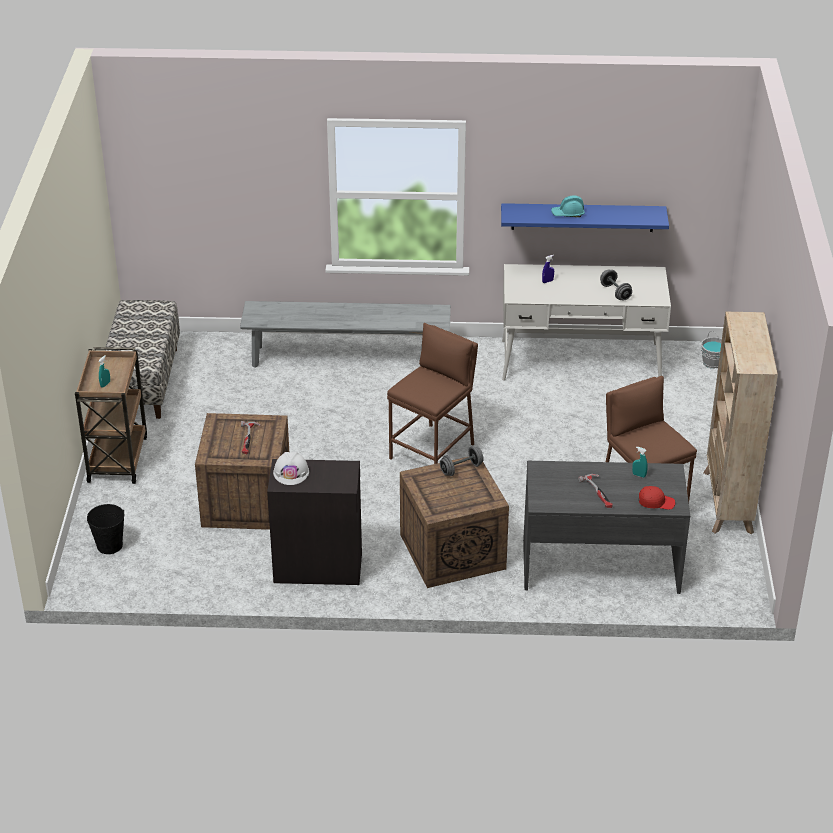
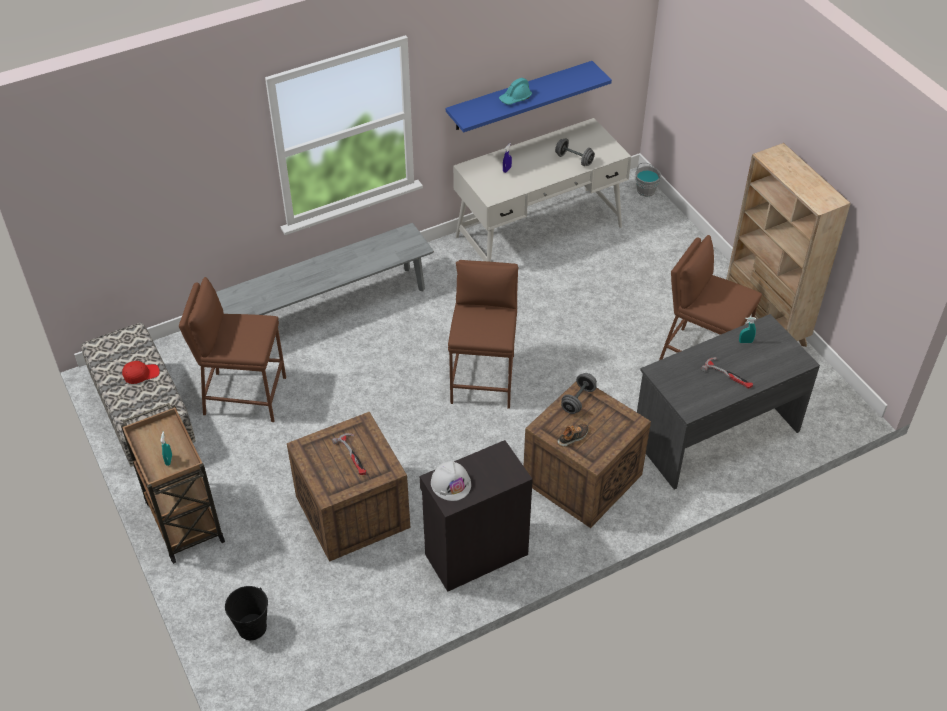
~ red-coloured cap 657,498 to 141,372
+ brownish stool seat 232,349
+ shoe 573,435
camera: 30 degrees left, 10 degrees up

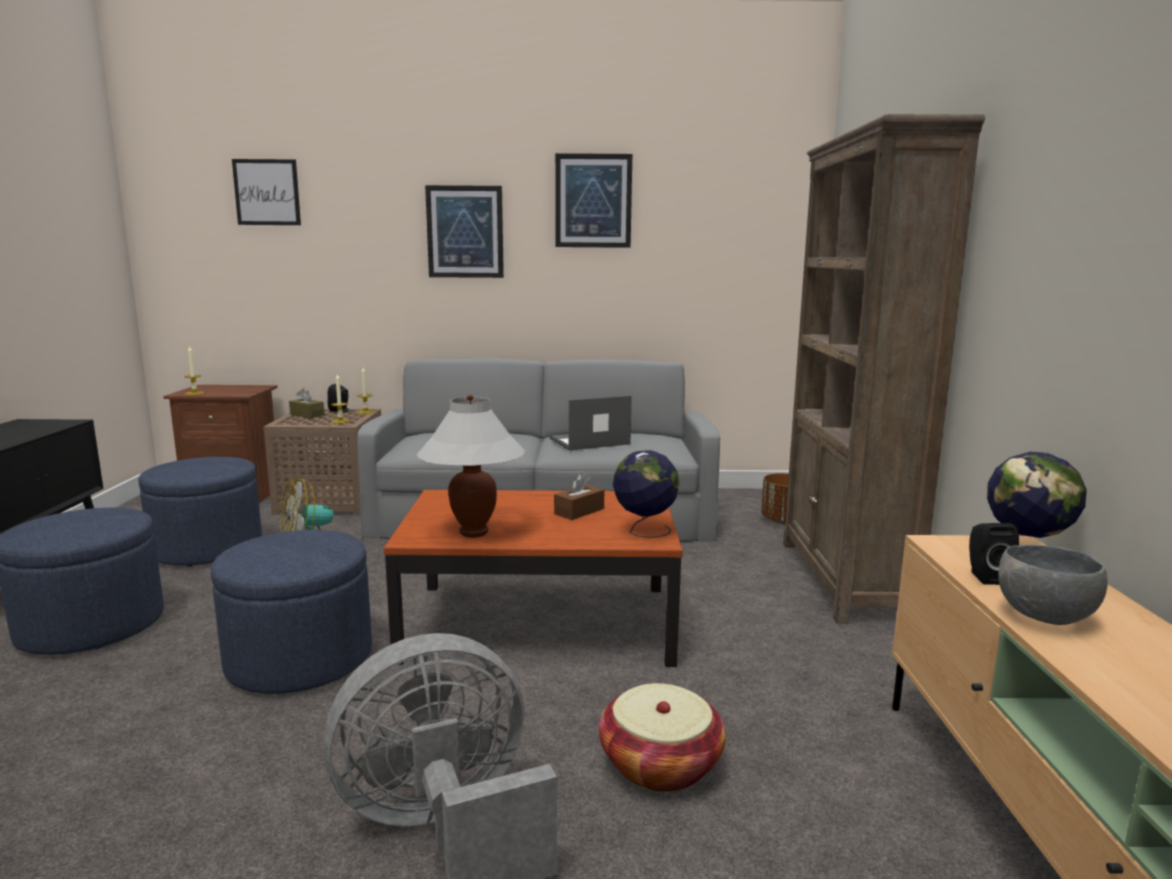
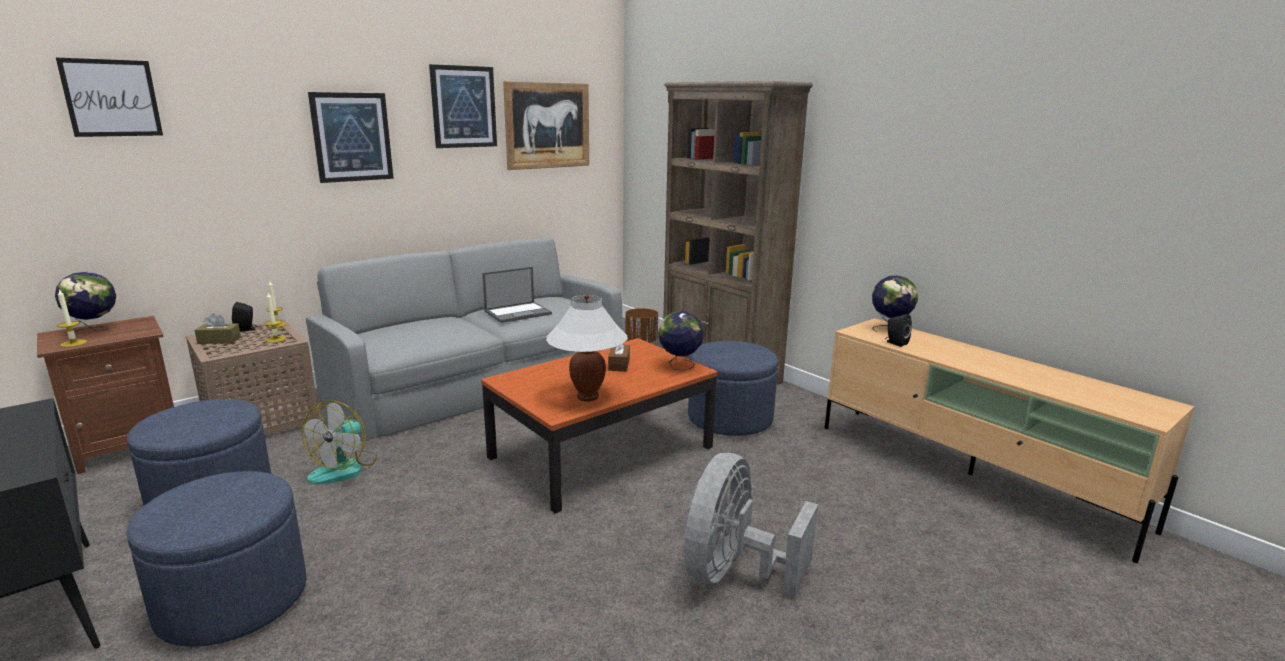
~ blue footrest 291,612 to 733,388
~ laptop 591,422 = 517,295 150 degrees counterclockwise
- storage basket 662,737
- grey deep dish 1053,585
+ desk globe 85,302
+ picture 546,125
camera: 40 degrees left, 5 degrees up

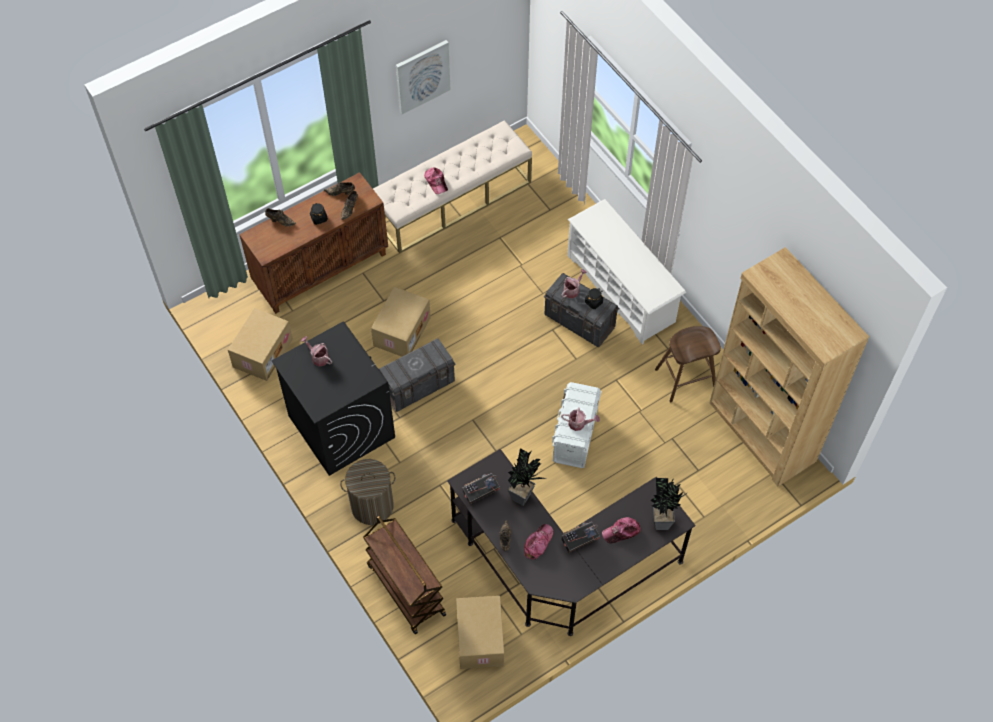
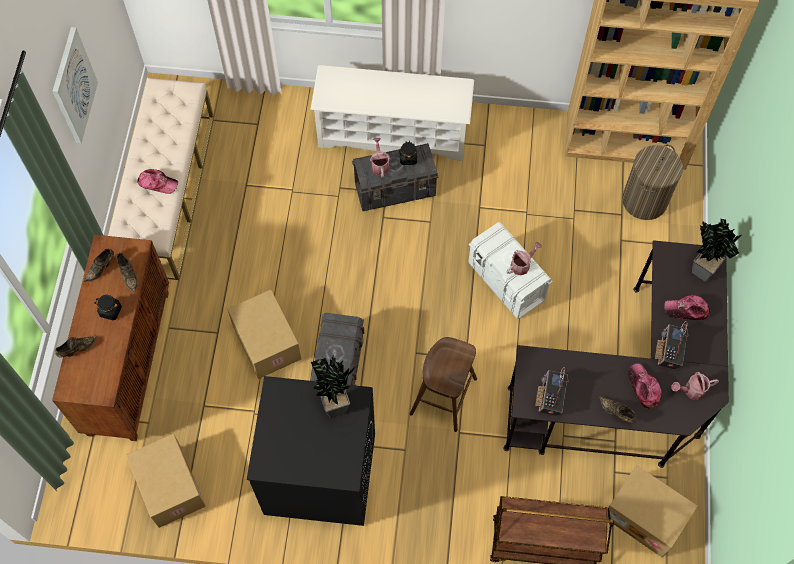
~ watering can 316,351 to 695,386
~ laundry basket 367,492 to 652,182
~ houseplant 527,477 to 333,386
~ cap 621,530 = 687,307 75 degrees clockwise
~ brownish stool seat 688,364 to 443,384
camera: 50 degrees left, 5 degrees up

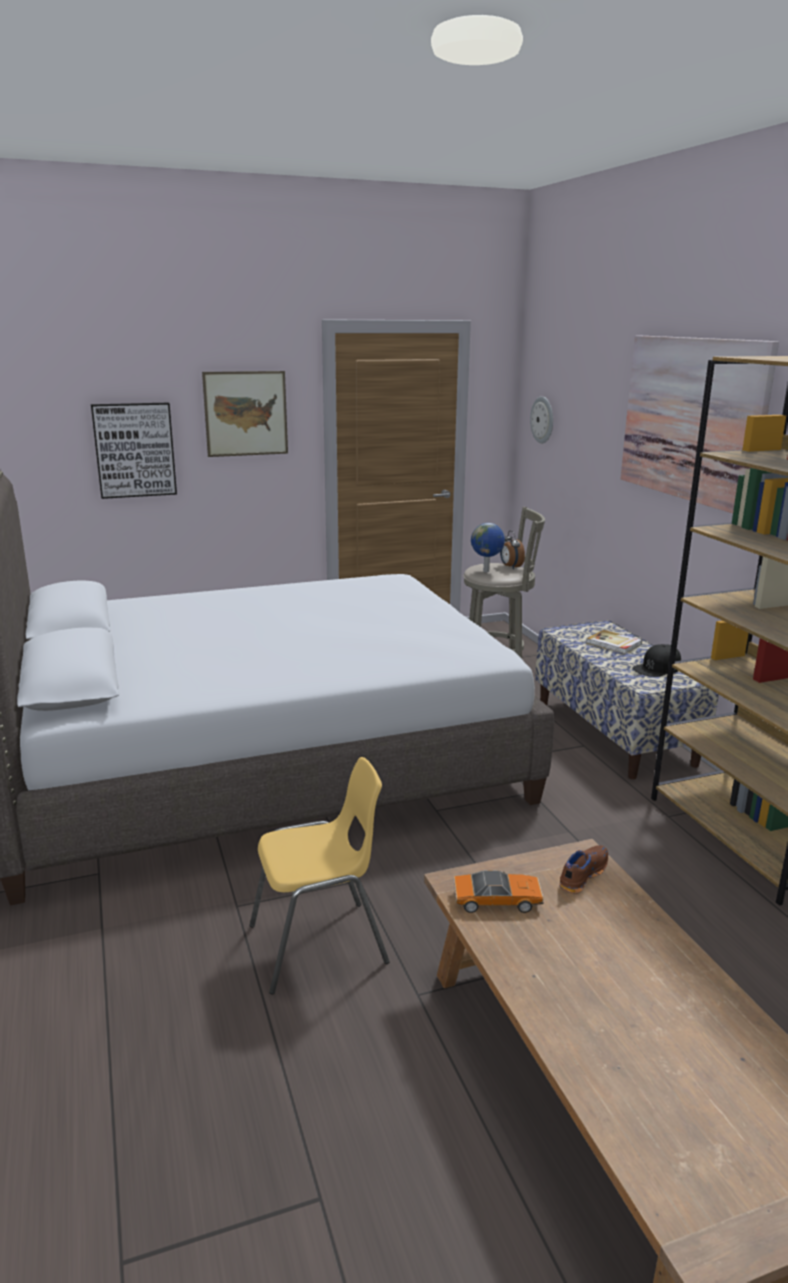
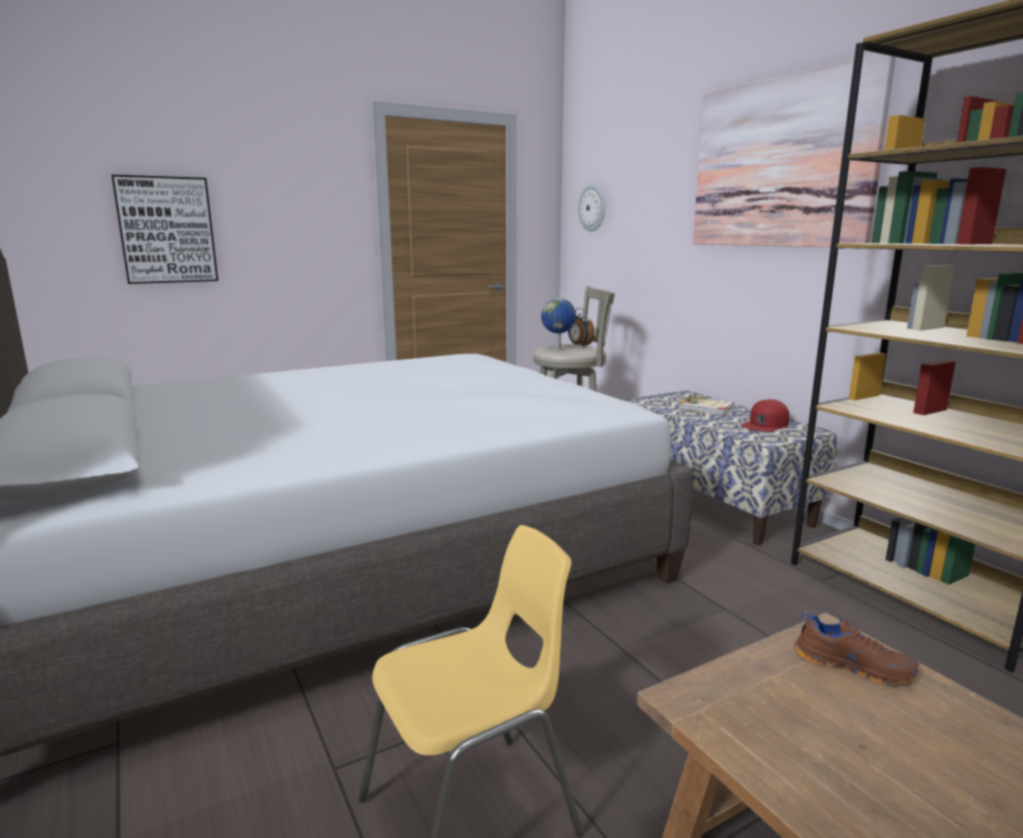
- picture 245,414
- model car 498,892
~ brownish shoe 583,869 = 857,648 90 degrees clockwise
~ black cap 657,660 to red-coloured cap 765,415
camera: 10 degrees left, 5 degrees down

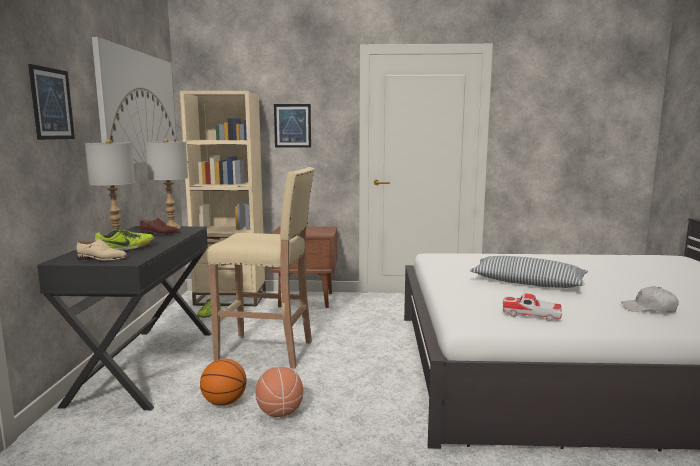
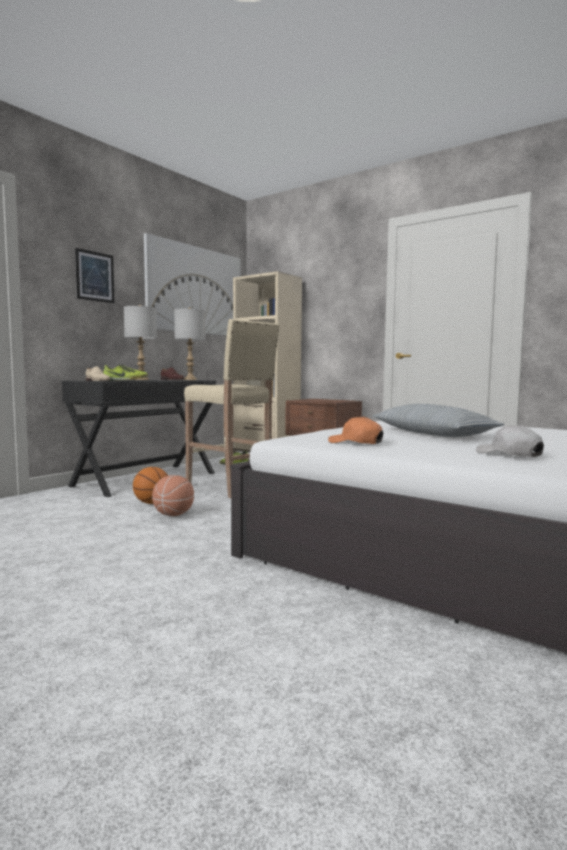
- picture 292,126
~ model car 532,307 to orangey cap 355,430
camera: 35 degrees right, 5 degrees down

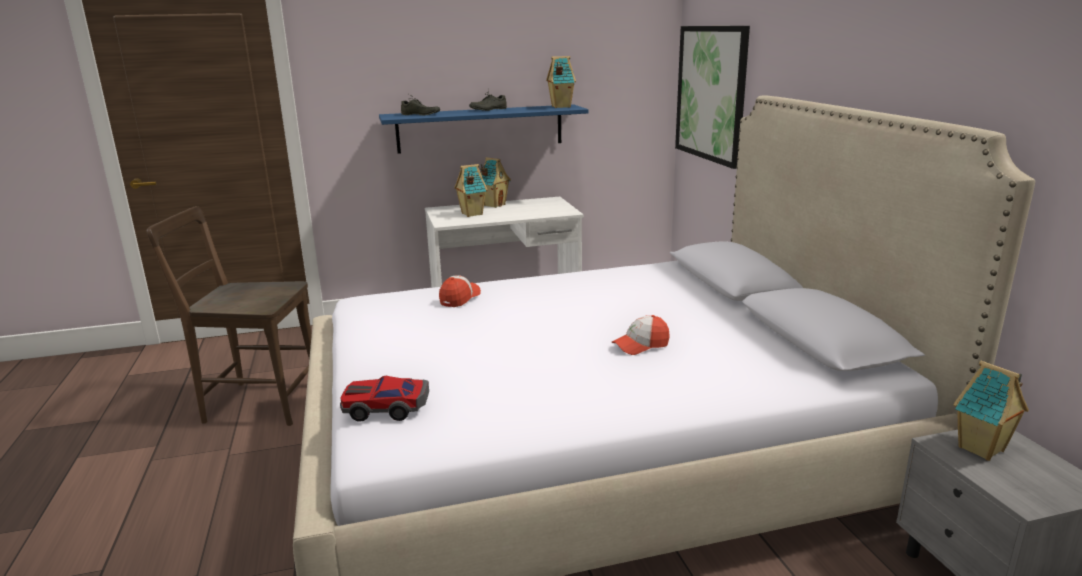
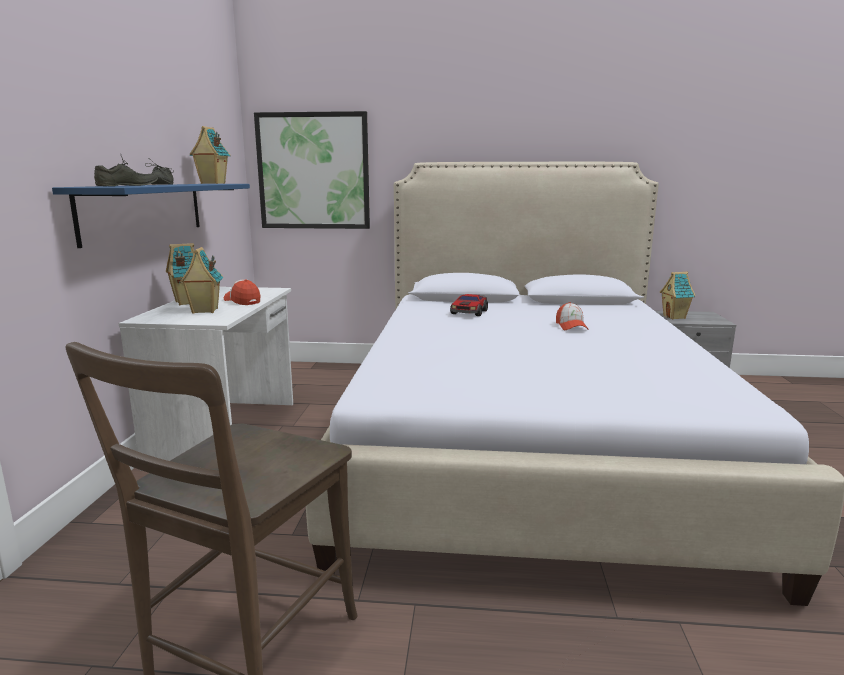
~ model car 384,399 to 469,305
~ cap 460,291 to 242,292
camera: 70 degrees left, 5 degrees down

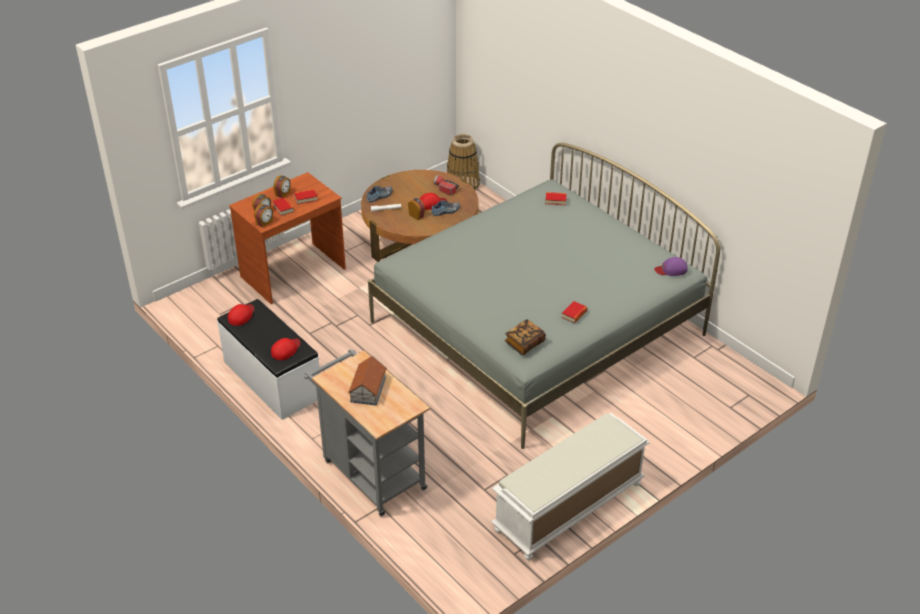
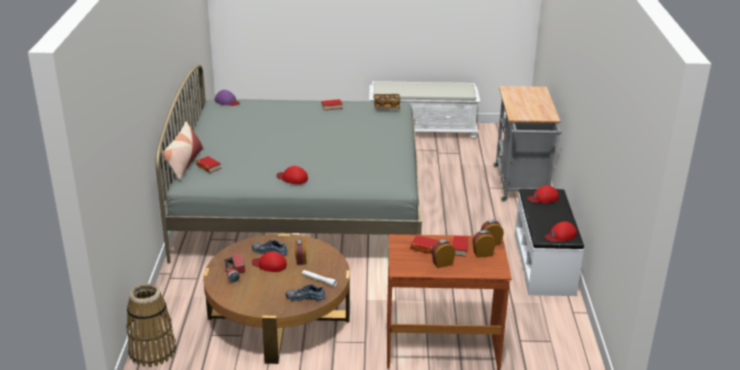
- model house 367,381
+ pillow 182,151
+ red-coloured cap 292,175
camera: 140 degrees left, 10 degrees down

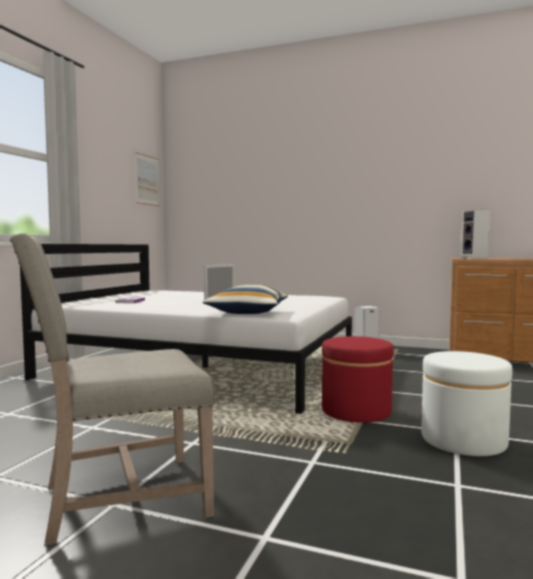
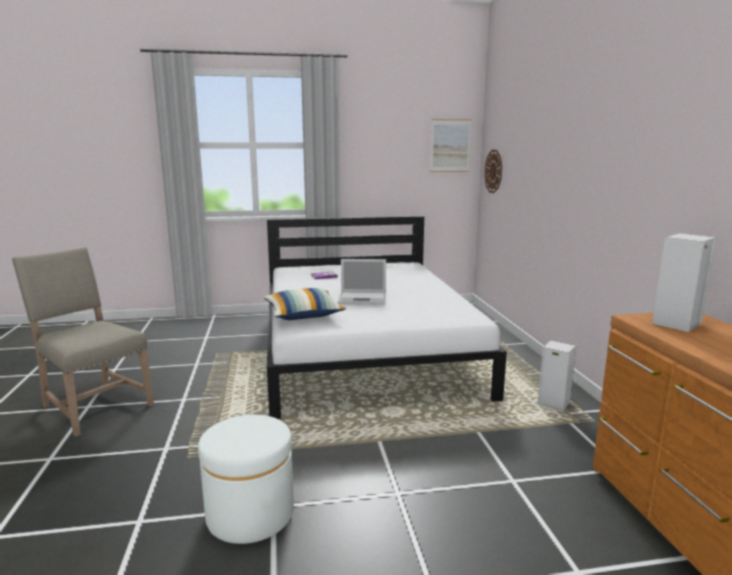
- red-coloured footrest 358,379
+ hanging clock 493,171
camera: 60 degrees right, 10 degrees up

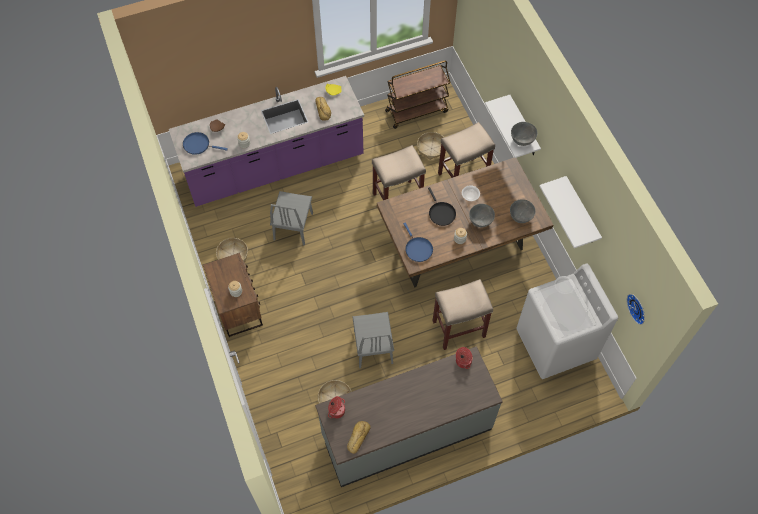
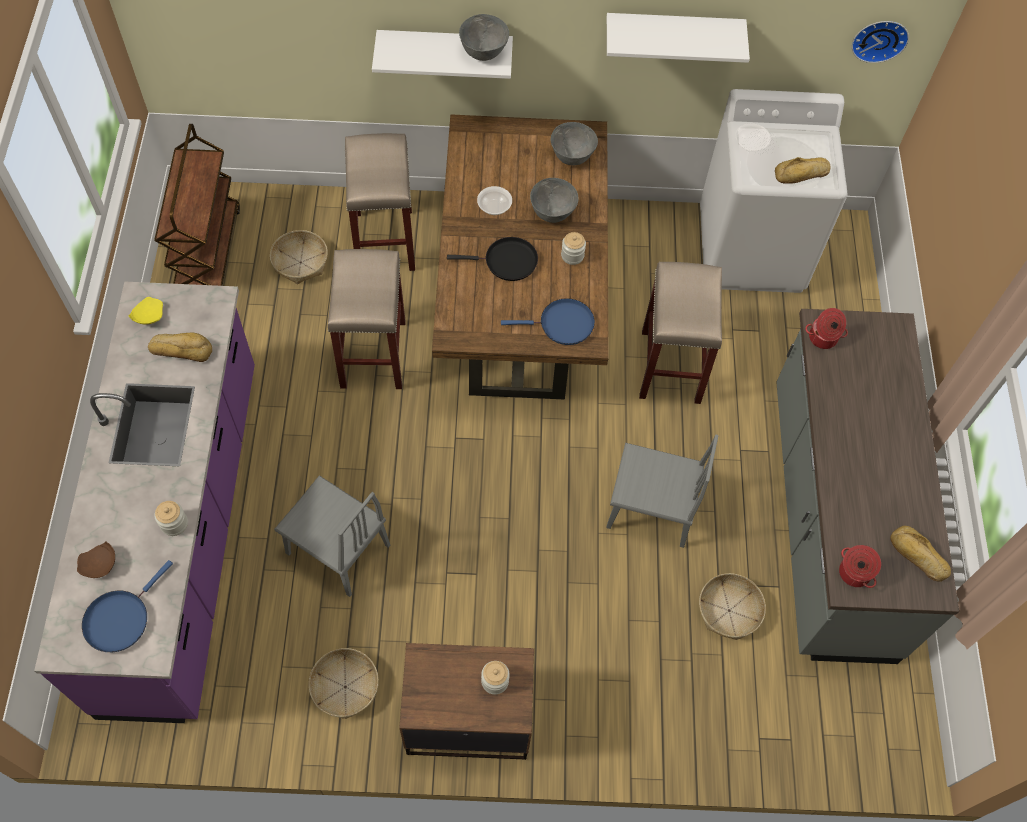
+ bakery bread 802,170
camera: 70 degrees left, 0 degrees up

